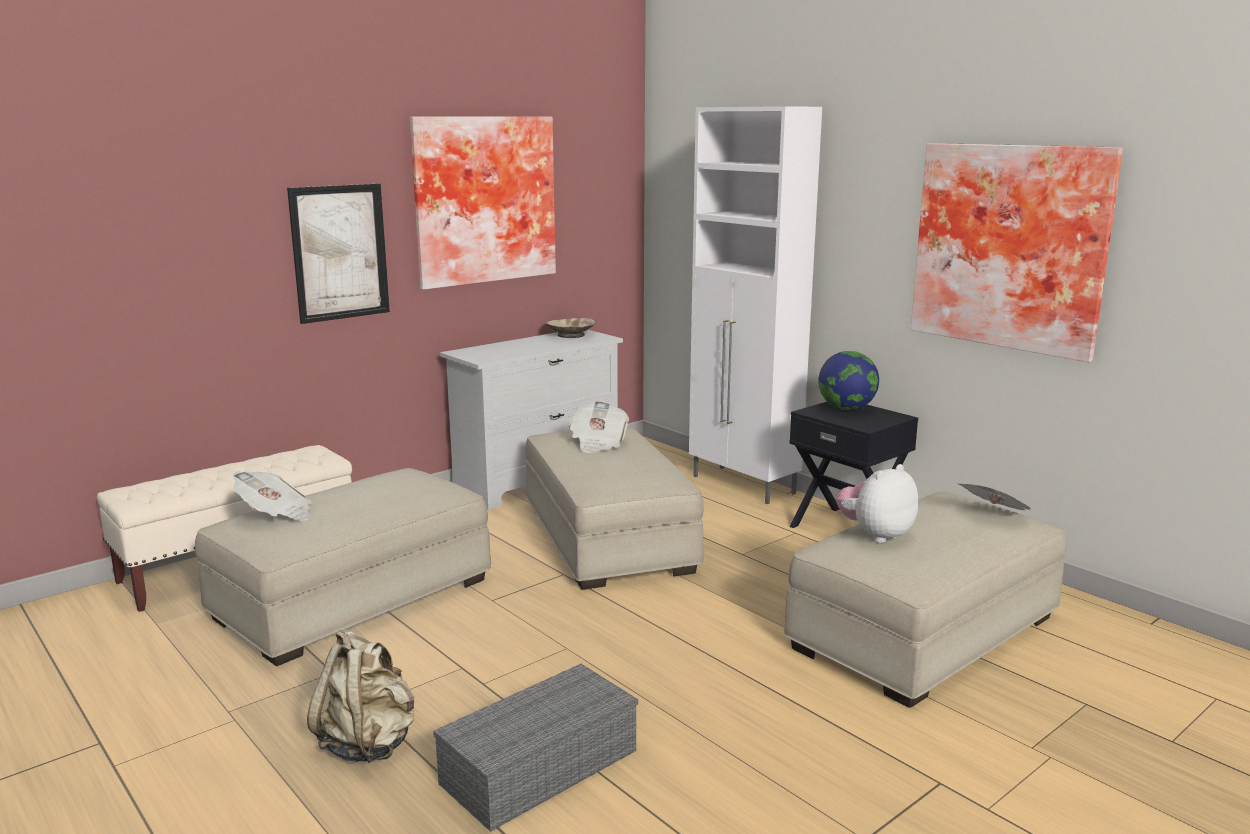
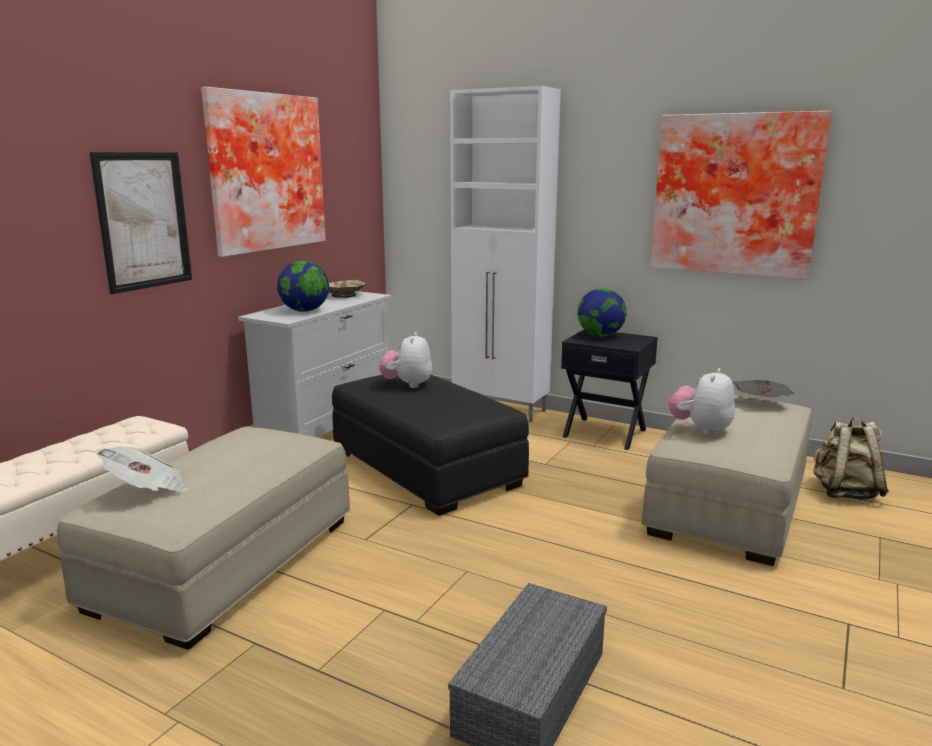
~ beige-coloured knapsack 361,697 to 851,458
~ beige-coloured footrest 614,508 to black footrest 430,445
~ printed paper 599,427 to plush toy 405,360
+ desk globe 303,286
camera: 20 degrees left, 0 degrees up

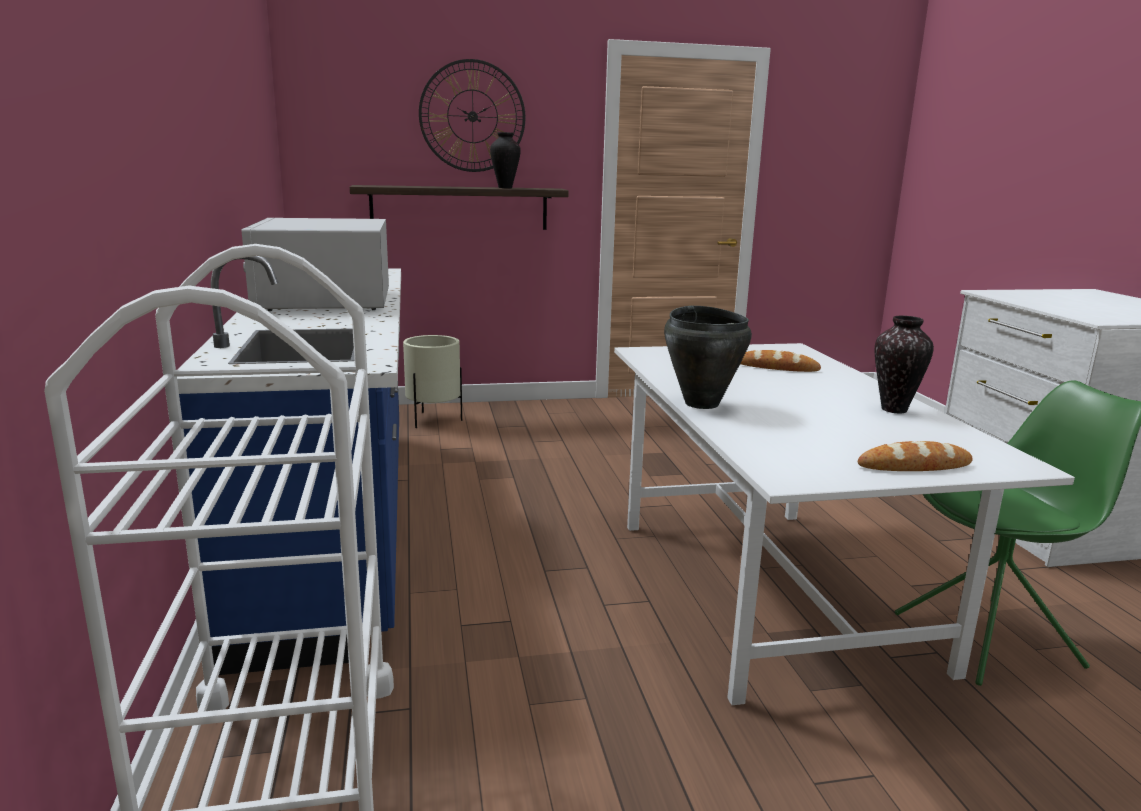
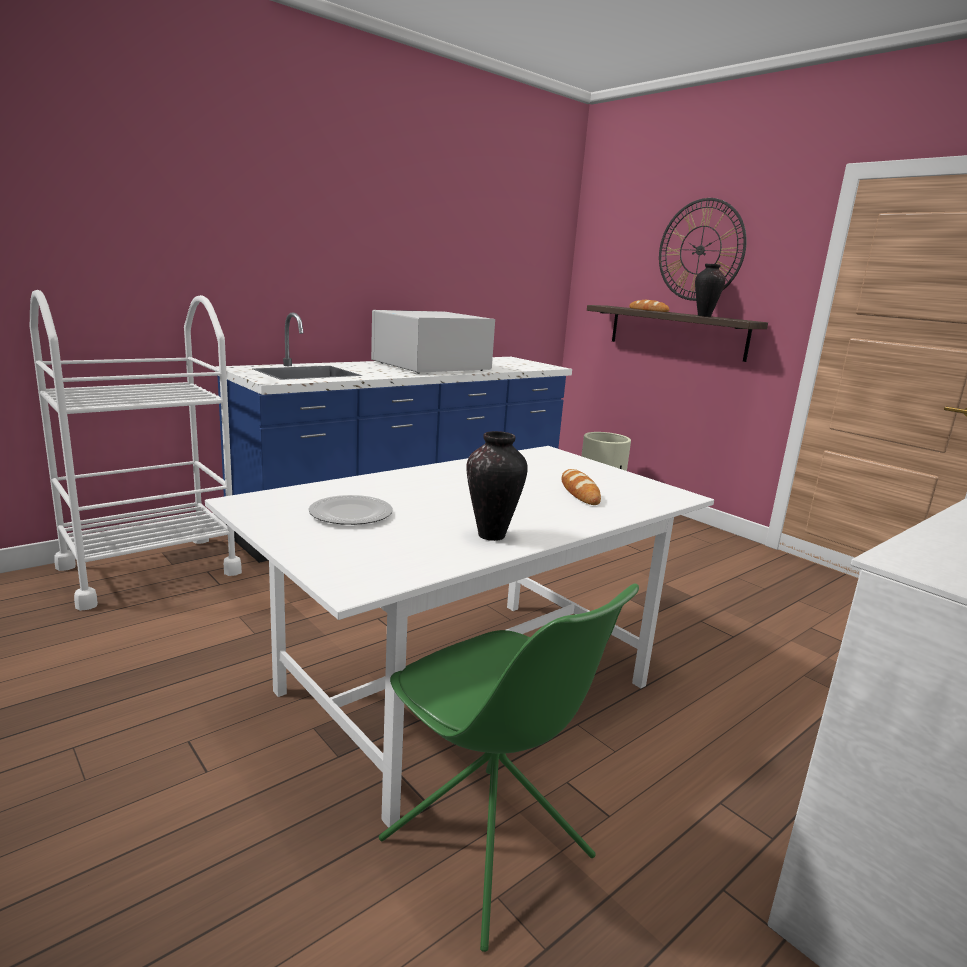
- black stockpot 708,357
~ bakery bread 915,456 to 649,306
+ plate 350,510
camera: 60 degrees right, 0 degrees up

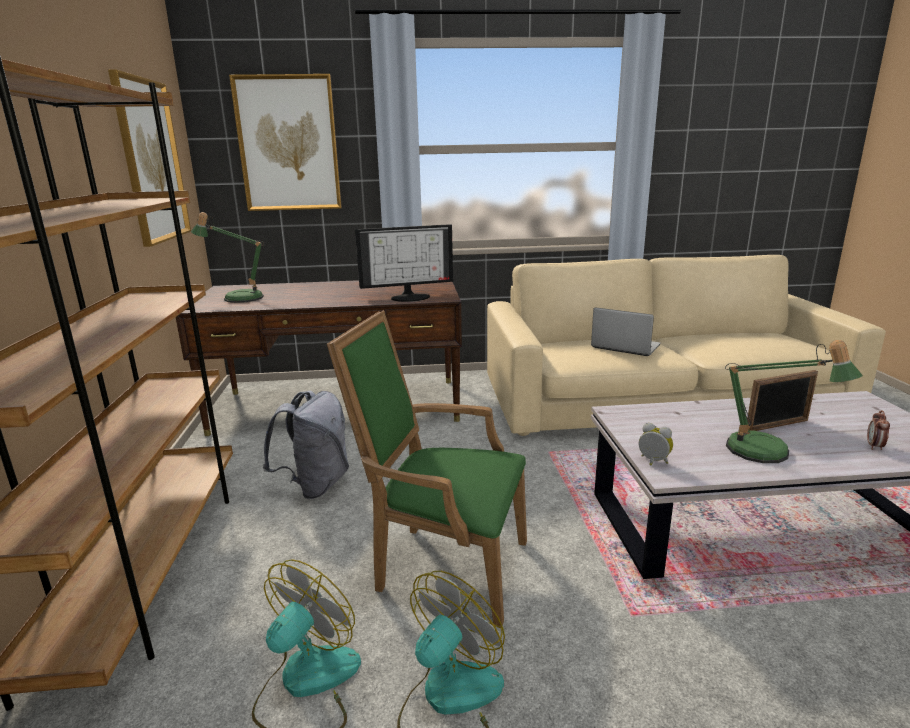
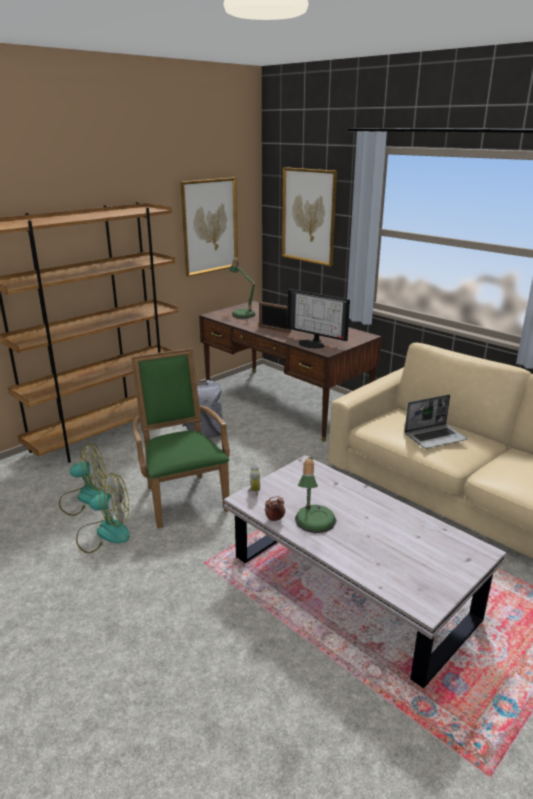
~ laptop 625,332 = 436,422 75 degrees clockwise
~ standing frame 782,400 to 275,317
~ alarm clock 878,430 to 275,509
camera: 50 degrees right, 5 degrees up

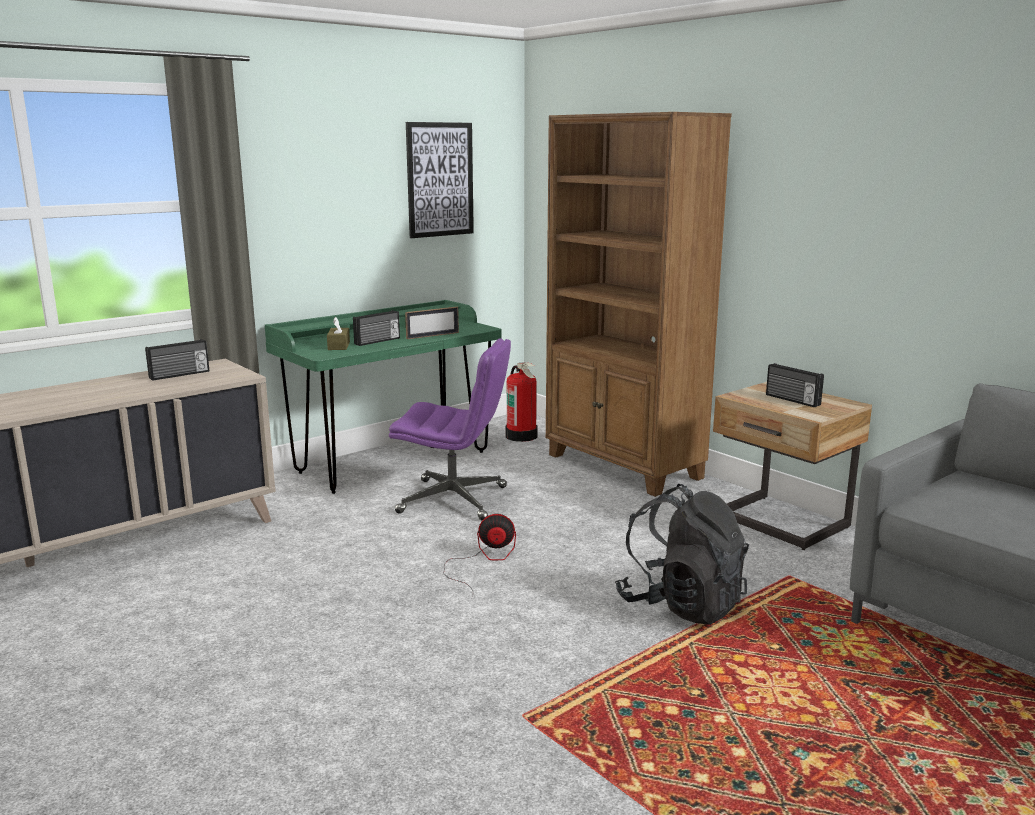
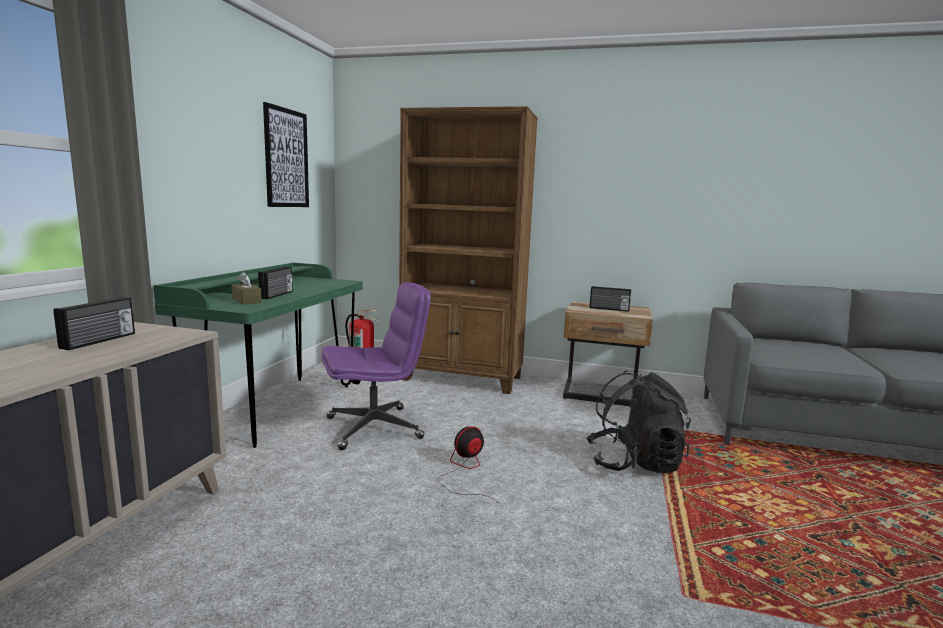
- standing frame 432,323
camera: 35 degrees left, 5 degrees down

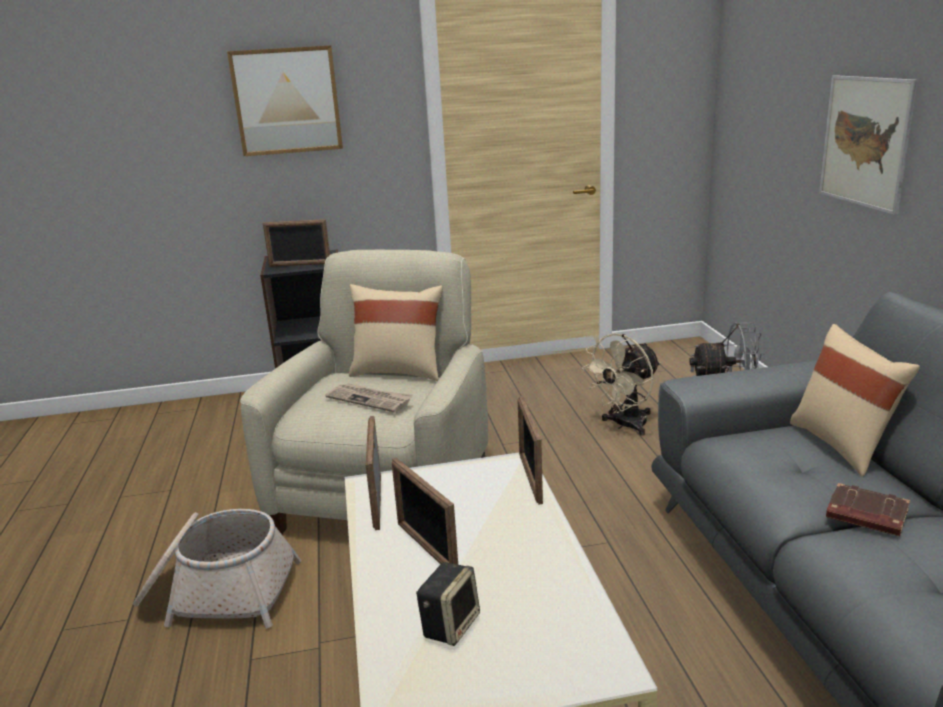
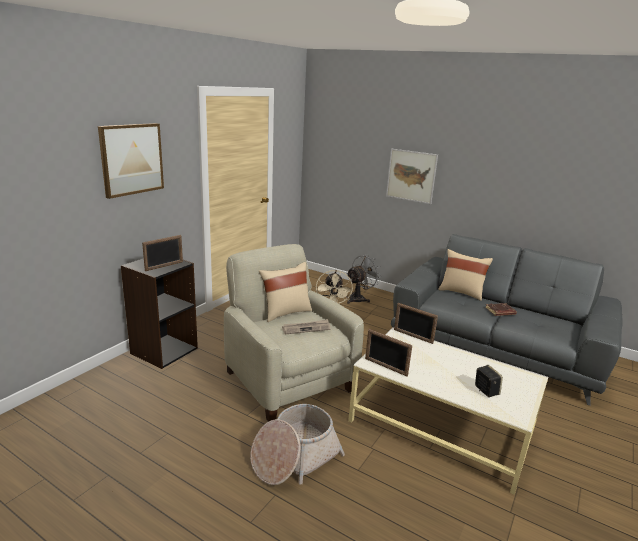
- standing frame 425,511
camera: 50 degrees left, 0 degrees up

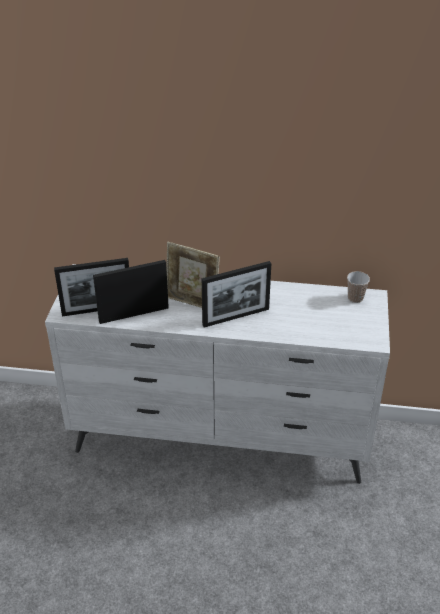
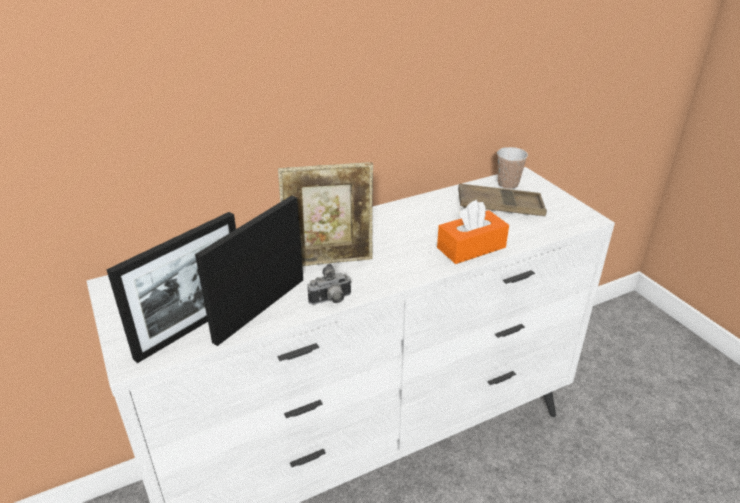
- standing frame 236,294
+ photo camera 329,284
+ orangey tissue holder 473,232
+ brownish tray 502,199
camera: 35 degrees left, 5 degrees down

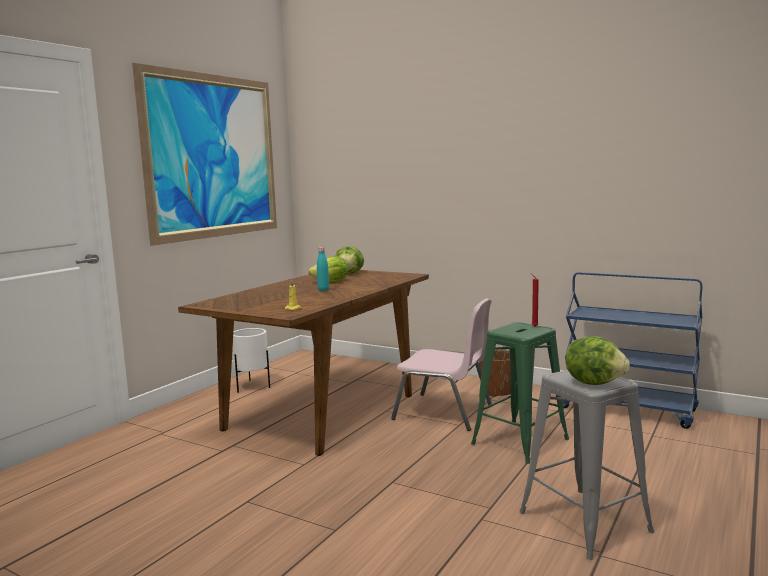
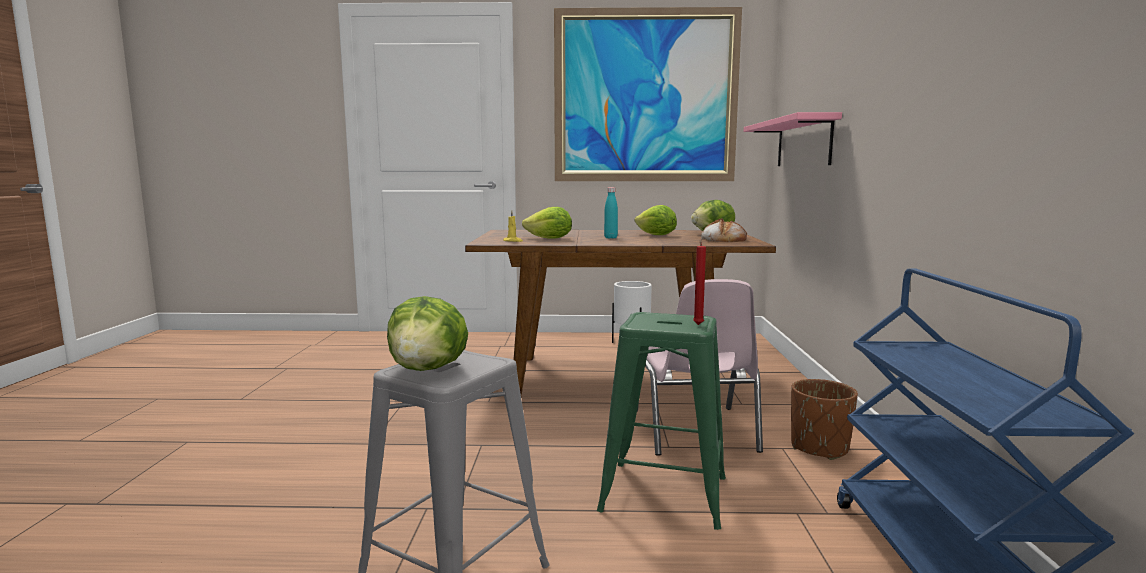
+ head of lettuce 547,223
+ bakery bread 724,230
+ pink wall shelf 793,139
camera: 60 degrees right, 0 degrees up

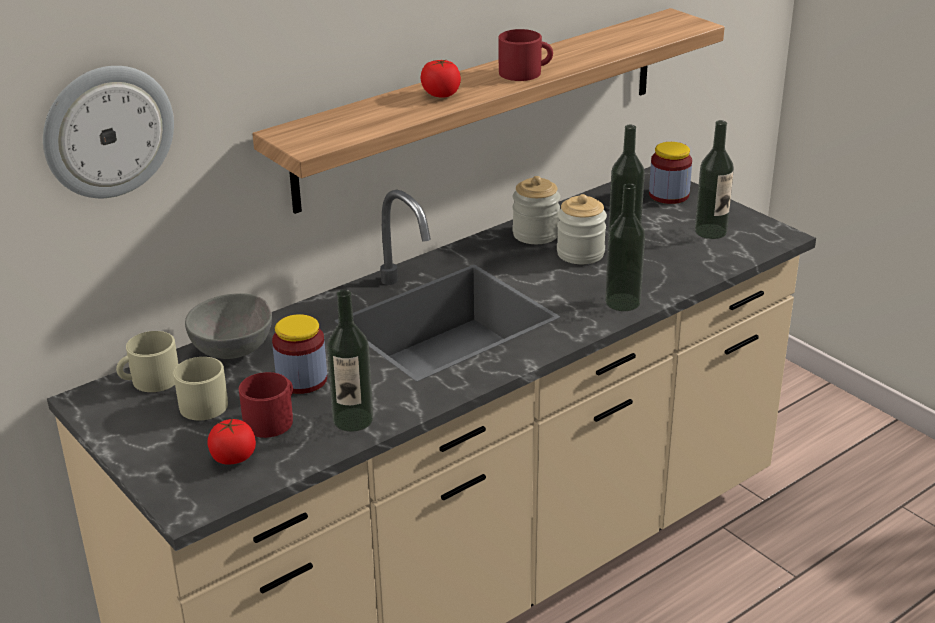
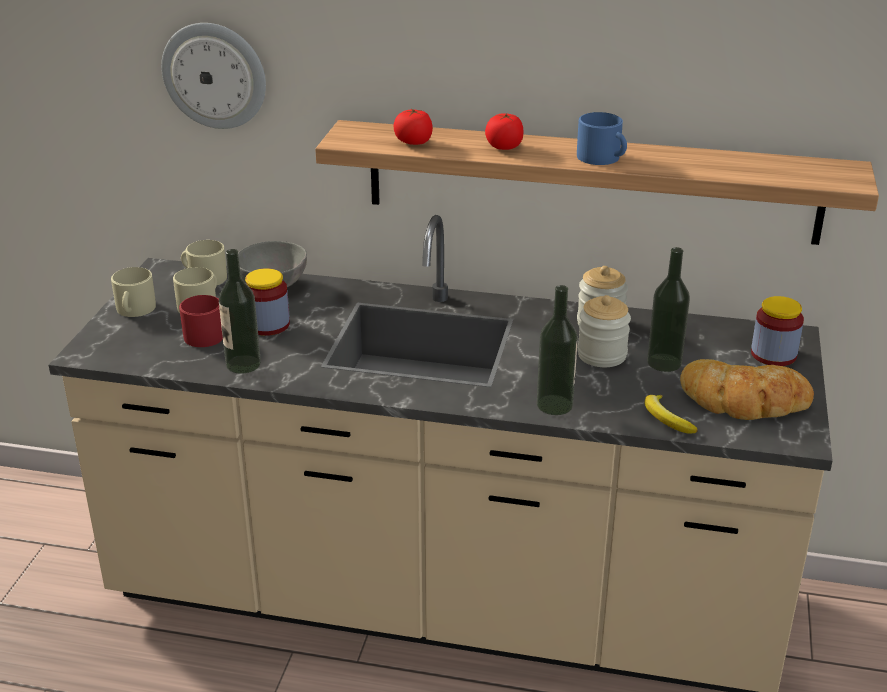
~ tomato 232,441 to 413,127
~ red-coloured coffee mug 526,55 to blue coffee mug 602,138
~ bottle 714,179 to bakery bread 747,389
+ beige-coloured coffee mug 133,292
+ banana 671,414
camera: 50 degrees right, 0 degrees up

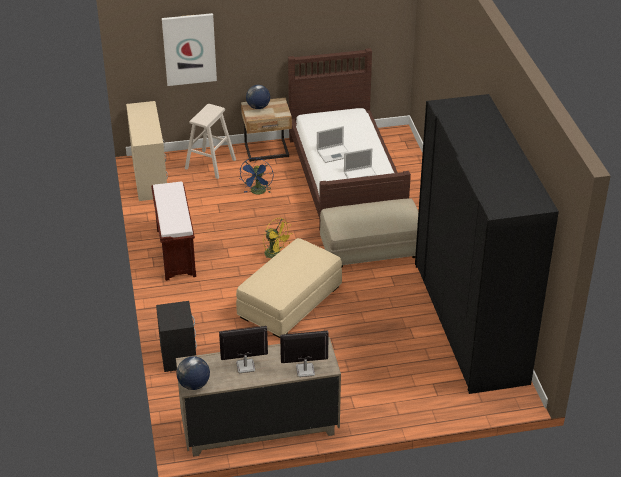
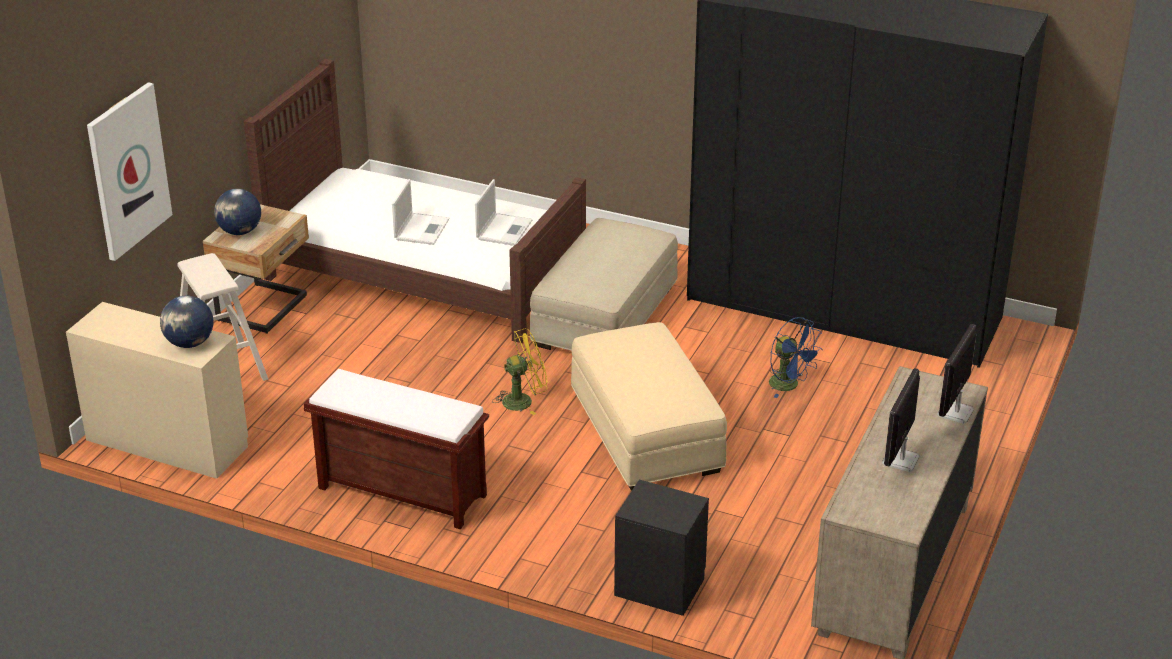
~ desk globe 193,373 to 187,322
~ blue electric fan 256,176 to 796,357
camera: 55 degrees left, 5 degrees down

